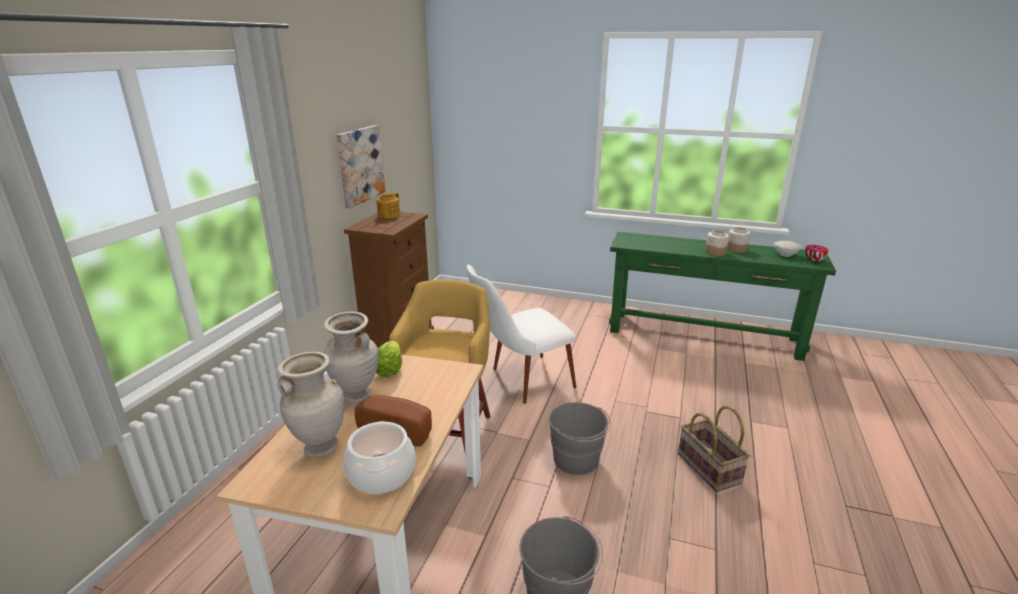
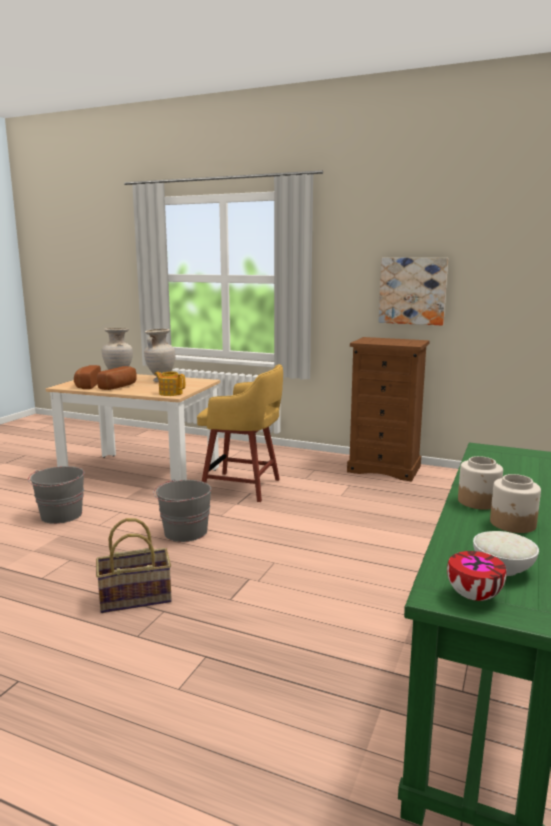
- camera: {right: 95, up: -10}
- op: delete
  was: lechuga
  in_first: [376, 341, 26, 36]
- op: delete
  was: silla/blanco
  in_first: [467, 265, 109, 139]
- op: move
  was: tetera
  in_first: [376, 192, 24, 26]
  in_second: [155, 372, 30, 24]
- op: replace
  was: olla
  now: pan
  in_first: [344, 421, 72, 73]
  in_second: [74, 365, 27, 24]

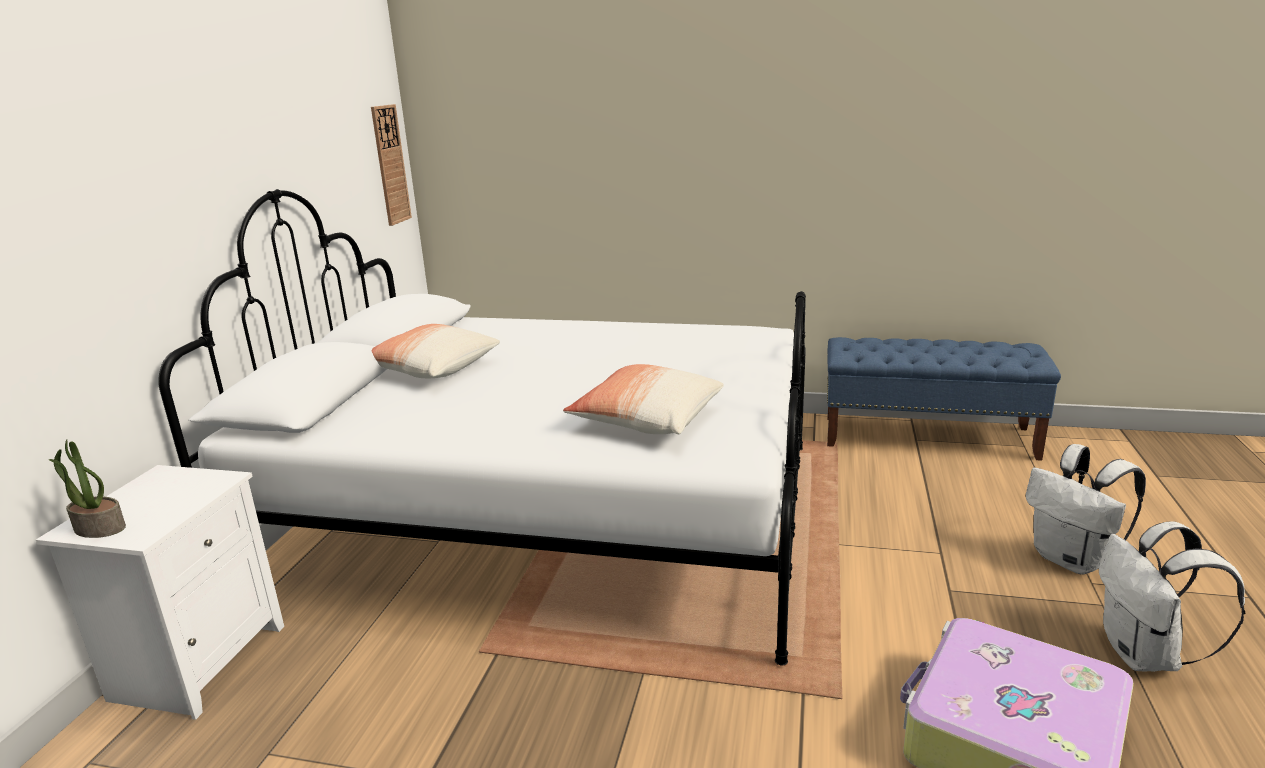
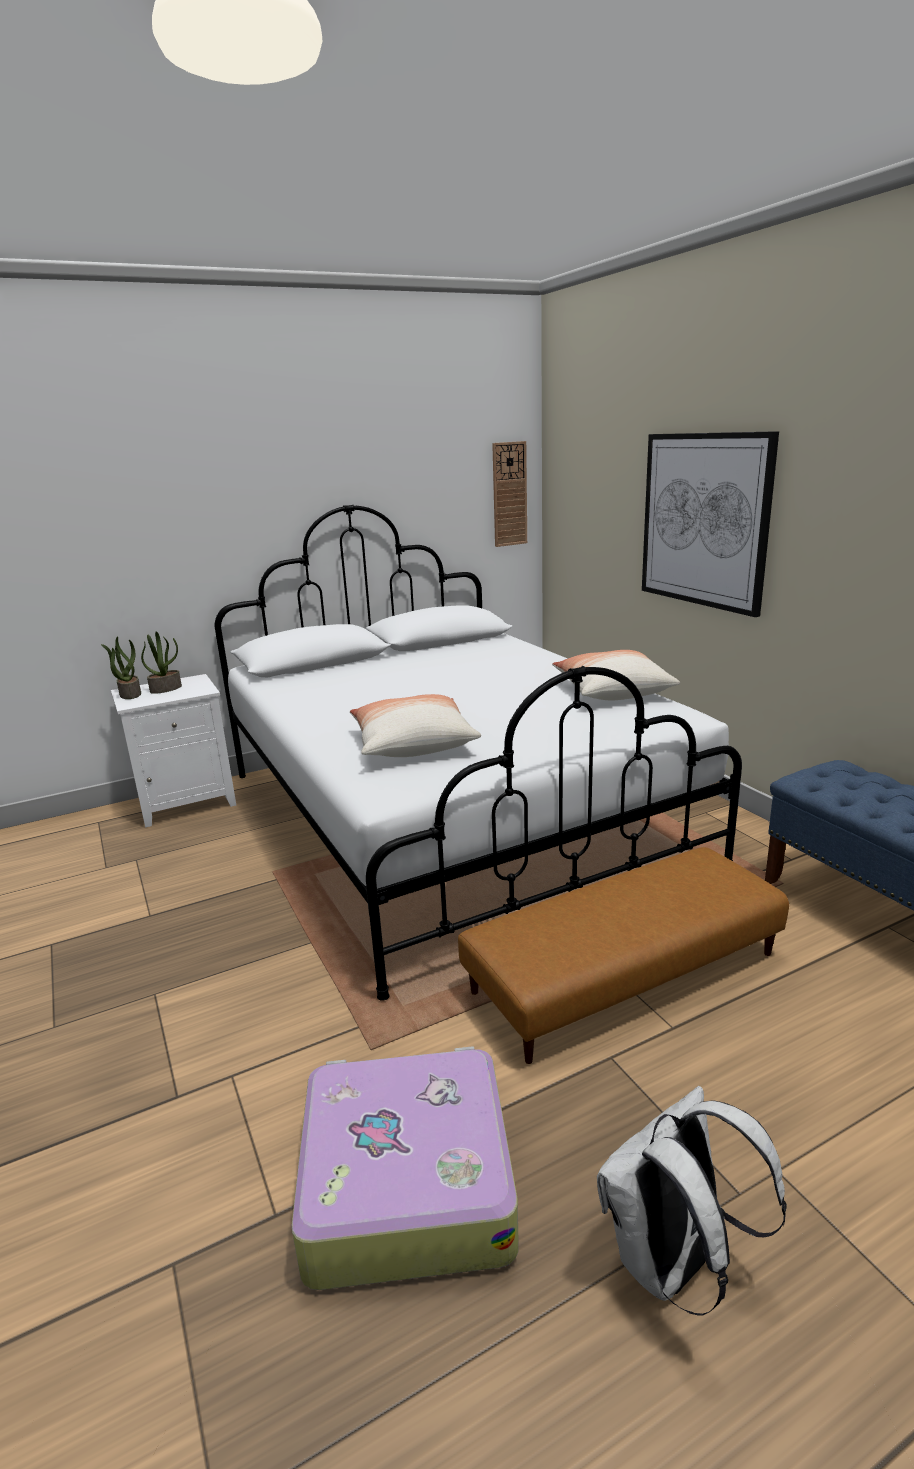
- camera: {right: 50, up: 0}
- op: delete
  was: mochila/blanco
  in_first: [1026, 444, 120, 130]
- op: insert
  now: planta en maceta
  in_second: [141, 631, 41, 63]
- op: insert
  now: puf/marrón
  in_second: [458, 847, 331, 217]
- op: insert
  now: cuadro
  in_second: [642, 431, 137, 186]
- op: move
  was: cojín
  in_first: [372, 324, 128, 54]
  in_second: [552, 650, 128, 50]

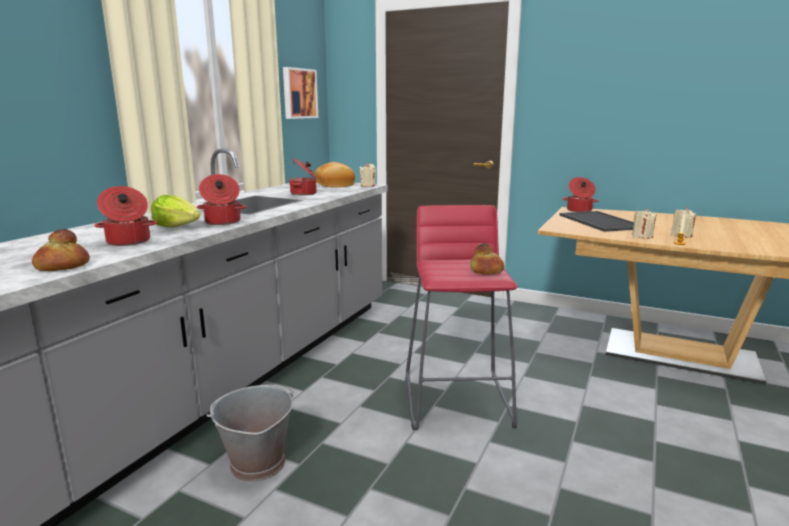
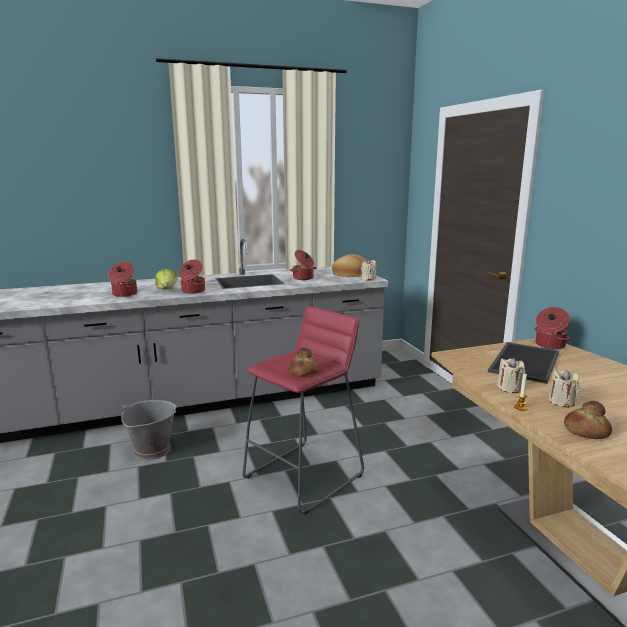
- camera: {right: 45, up: 0}
- op: delete
  was: cuadro
  in_first: [283, 67, 35, 52]
- op: move
  was: pan
  in_first: [32, 229, 58, 42]
  in_second: [564, 401, 48, 38]

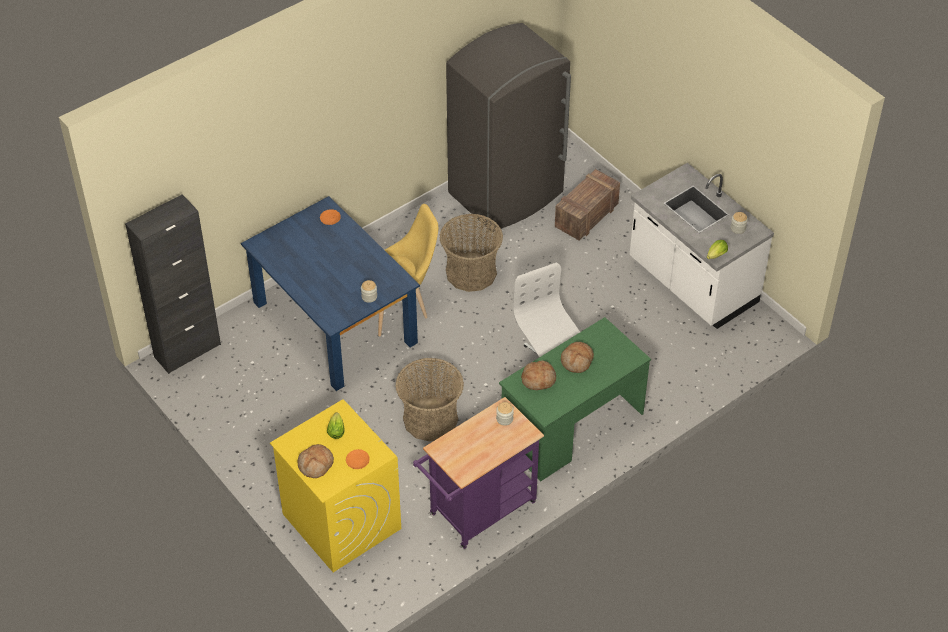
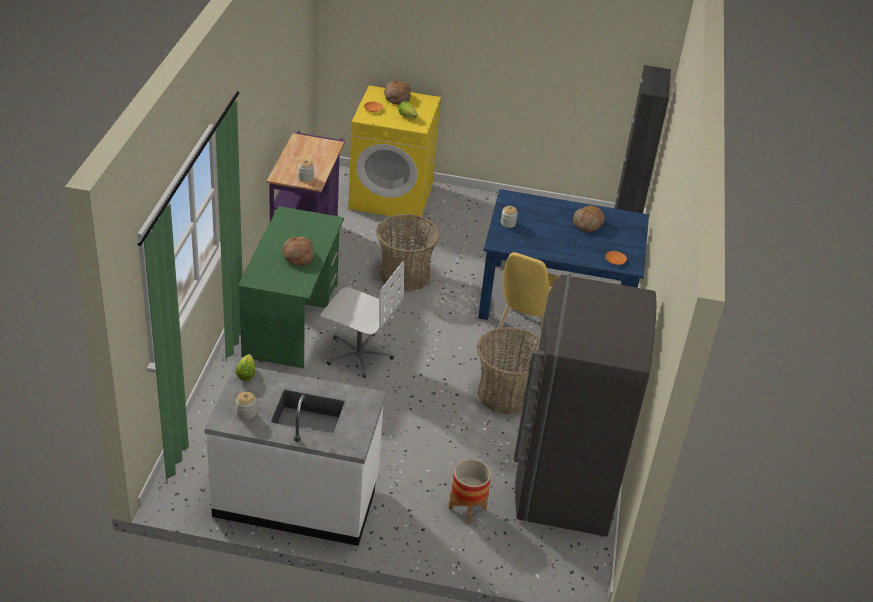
- camera: {right: 135, up: -10}
- op: move
  was: pan
  in_first: [521, 361, 35, 29]
  in_second: [573, 205, 32, 27]
- op: replace
  was: caja de embalaje
  now: maceta
  in_first: [555, 169, 65, 71]
  in_second: [449, 459, 42, 64]

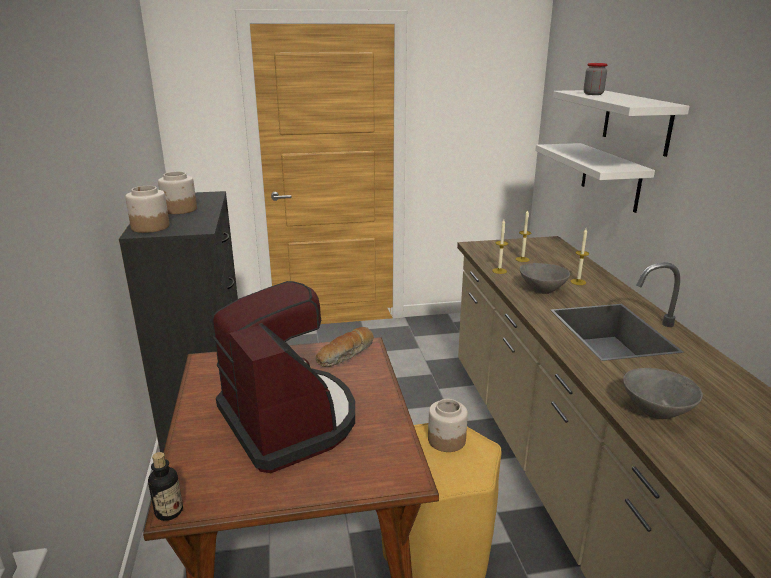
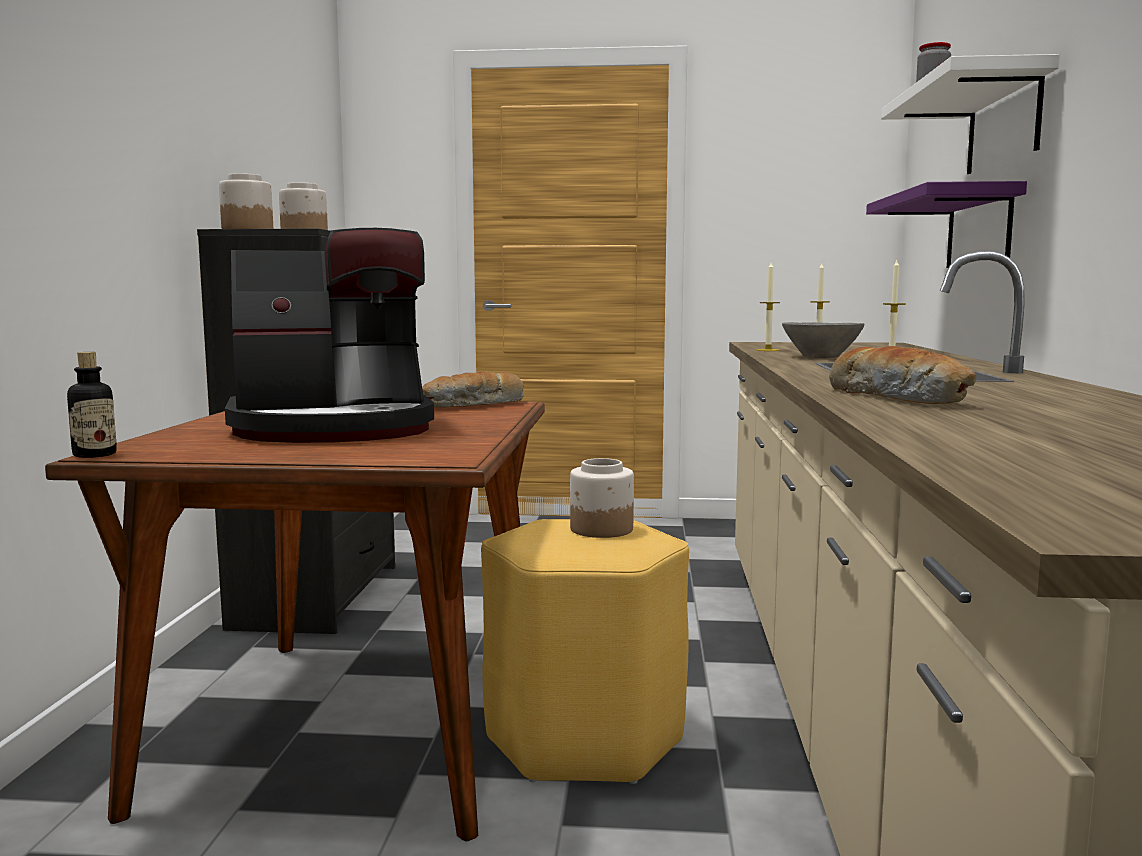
- camera: {right: 15, up: -15}
- op: replace
  was: cuenco/gris
  now: pan
  in_first: [623, 368, 80, 51]
  in_second: [829, 346, 147, 58]
- op: recolor
  was: estante/blanco
  now: estante/morado
  in_first: [535, 143, 120, 70]
  in_second: [866, 181, 161, 87]
- op: rotate
  was: cafetera
  in_first: [212, 281, 143, 192]
  in_second: [225, 228, 209, 215]
  clockwise: 90

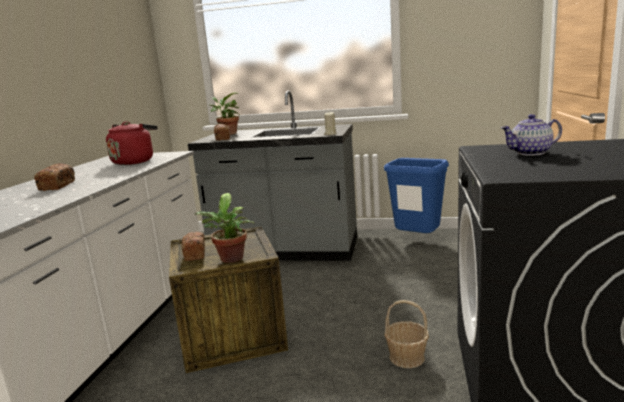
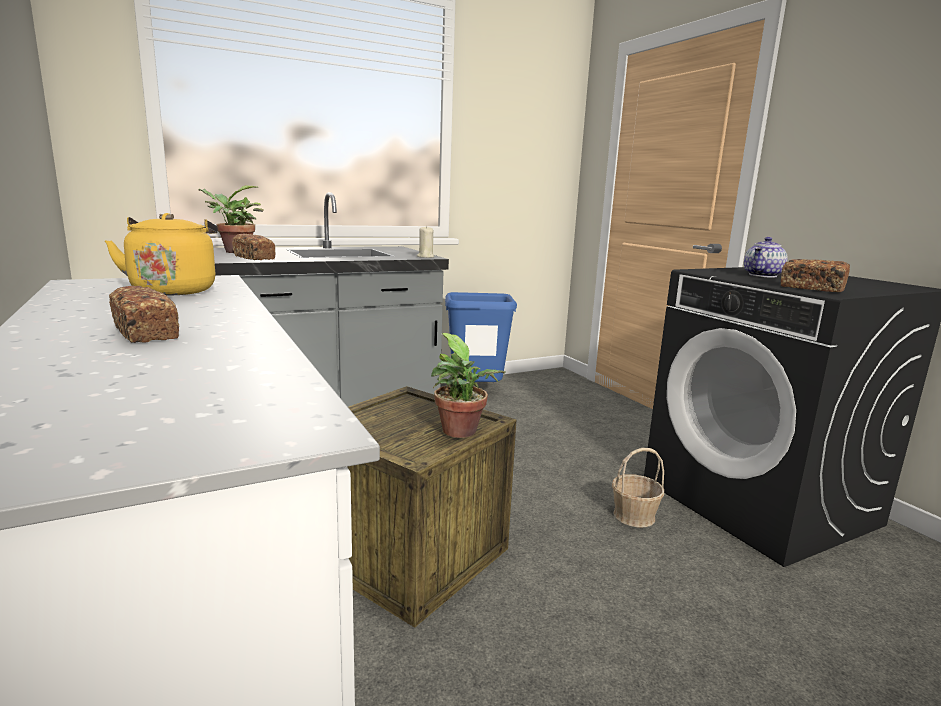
- camera: {right: -40, up: 0}
- op: move
  was: pan
  in_first: [182, 232, 23, 29]
  in_second: [781, 259, 69, 33]
- op: recolor
  was: hervidor/rojo
  now: hervidor/amarillo
  in_first: [106, 121, 52, 44]
  in_second: [105, 213, 113, 82]

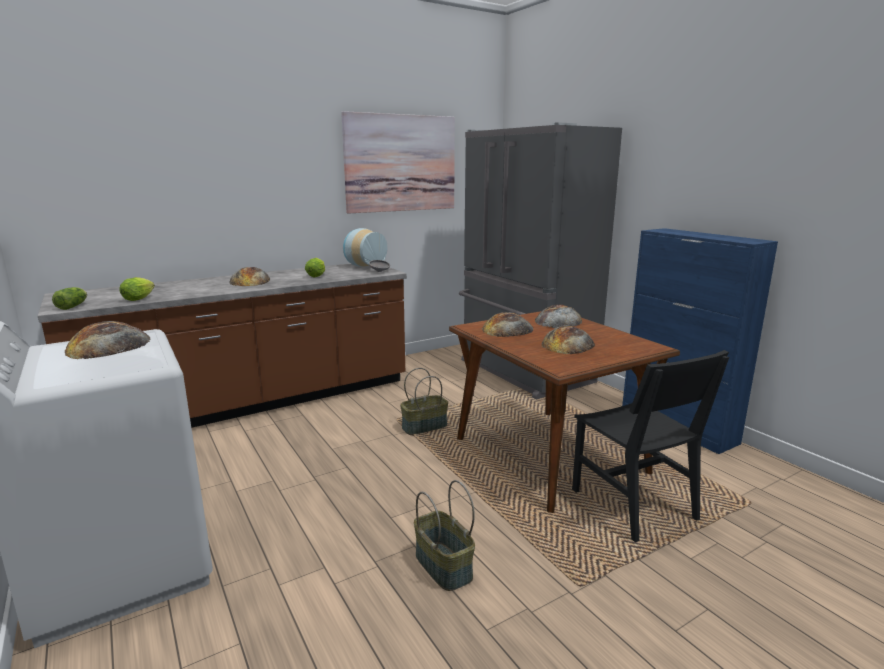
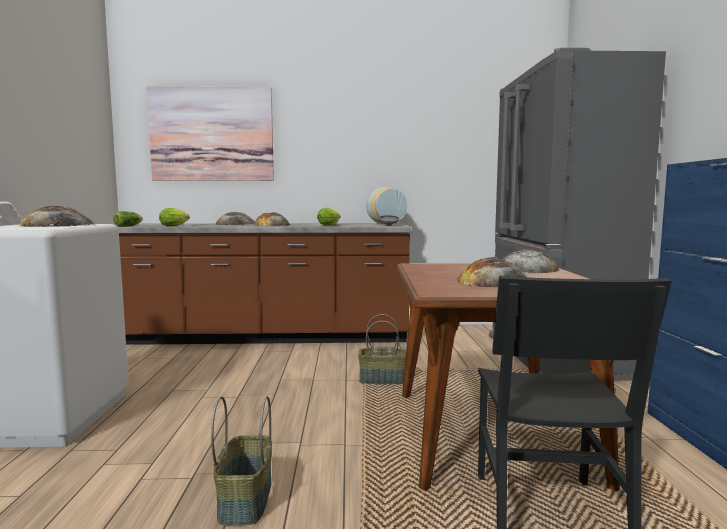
- camera: {right: 30, up: -10}
- op: move
  was: cuadro
  in_first: [341, 111, 114, 103]
  in_second: [147, 86, 127, 95]
- op: move
  was: pan
  in_first: [481, 312, 52, 25]
  in_second: [216, 212, 39, 13]

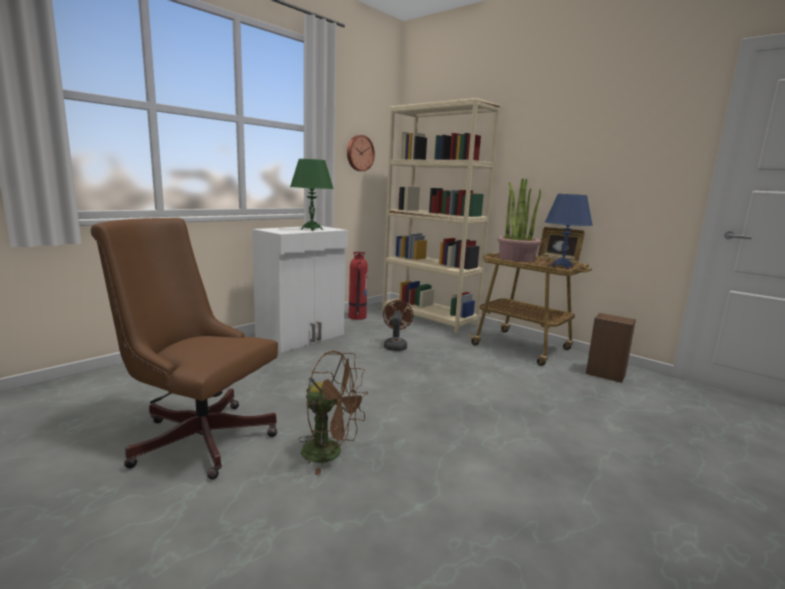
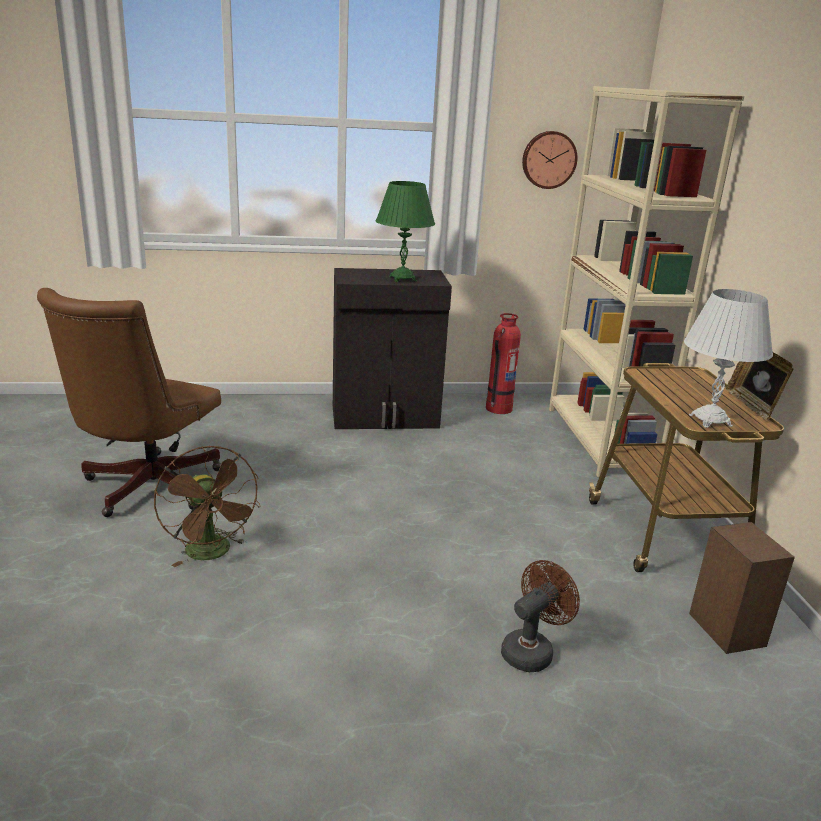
- camera: {right: 40, up: 10}
- op: delete
  was: planta en maceta
  in_first: [498, 178, 43, 84]
- op: move
  was: ventilador/marrón
  in_first: [383, 300, 30, 51]
  in_second: [501, 560, 79, 112]
- op: recolor
  was: armario/blanco
  now: armario/negro
  in_first: [252, 226, 96, 127]
  in_second: [333, 268, 119, 161]
- op: recolor
  was: lámpara de mesa/azul
  now: lámpara de mesa/blanco
  in_first: [545, 194, 48, 75]
  in_second: [684, 289, 89, 139]
- op: rotate
  was: silla de oficina/marrón
  in_first: [91, 218, 187, 261]
  in_second: [37, 288, 184, 229]
  clockwise: -135

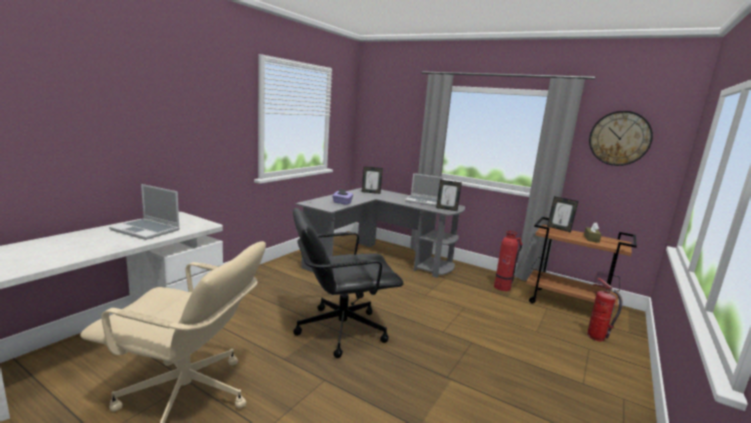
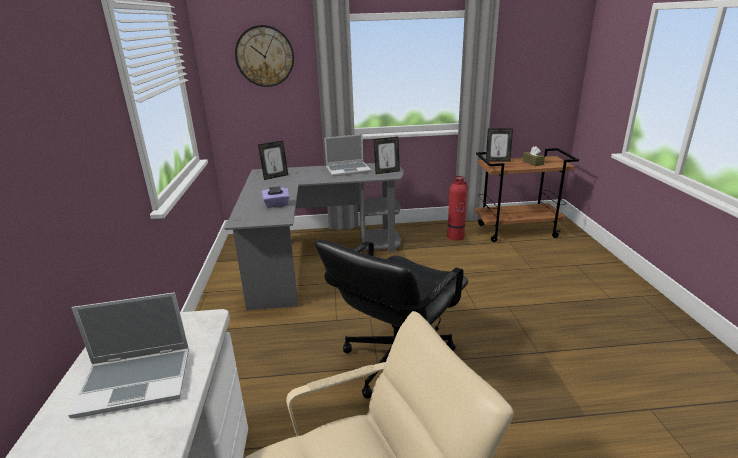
- camera: {right: -35, up: 10}
- op: delete
  was: extintor
  in_first: [587, 278, 35, 63]
- op: move
  was: reloj de pared
  in_first: [589, 111, 64, 55]
  in_second: [235, 25, 59, 62]

